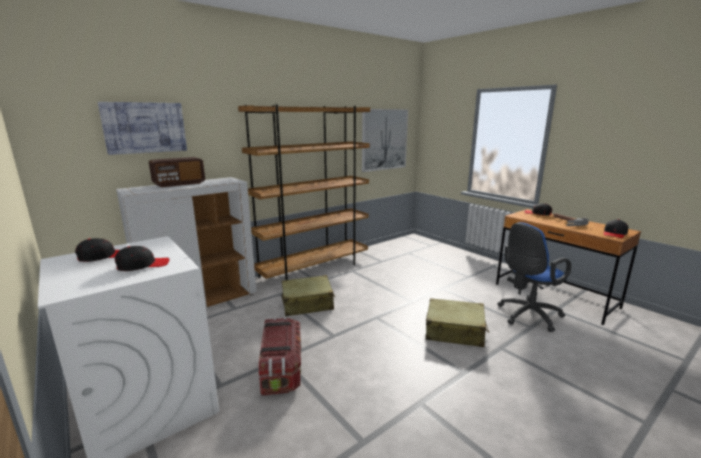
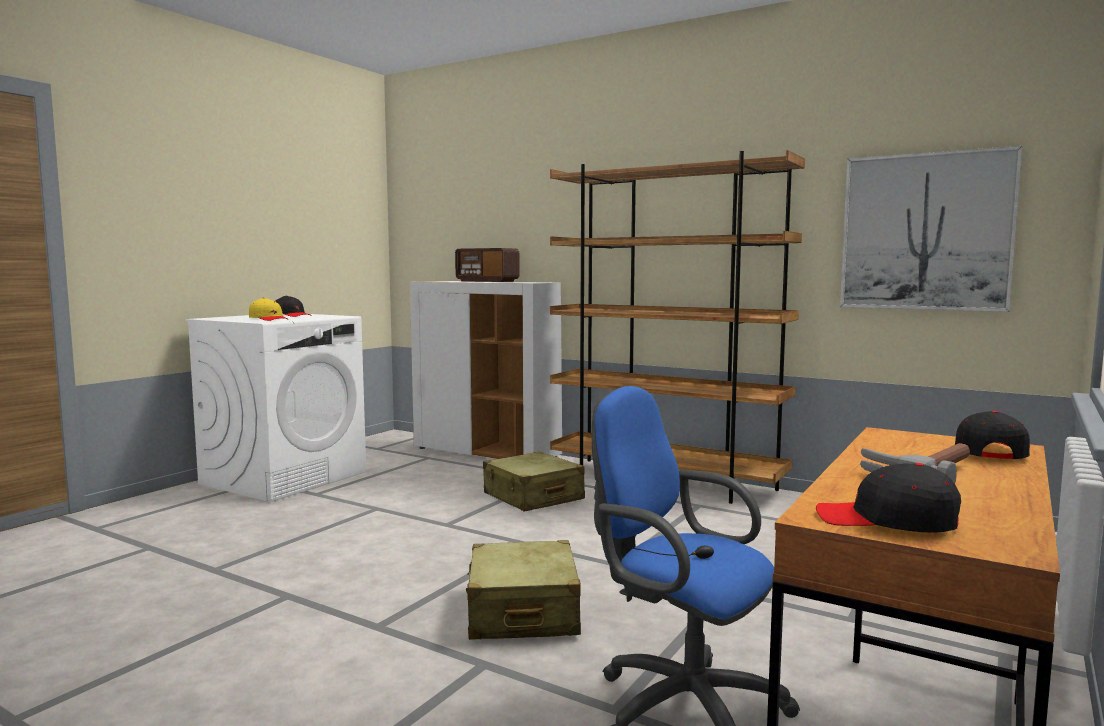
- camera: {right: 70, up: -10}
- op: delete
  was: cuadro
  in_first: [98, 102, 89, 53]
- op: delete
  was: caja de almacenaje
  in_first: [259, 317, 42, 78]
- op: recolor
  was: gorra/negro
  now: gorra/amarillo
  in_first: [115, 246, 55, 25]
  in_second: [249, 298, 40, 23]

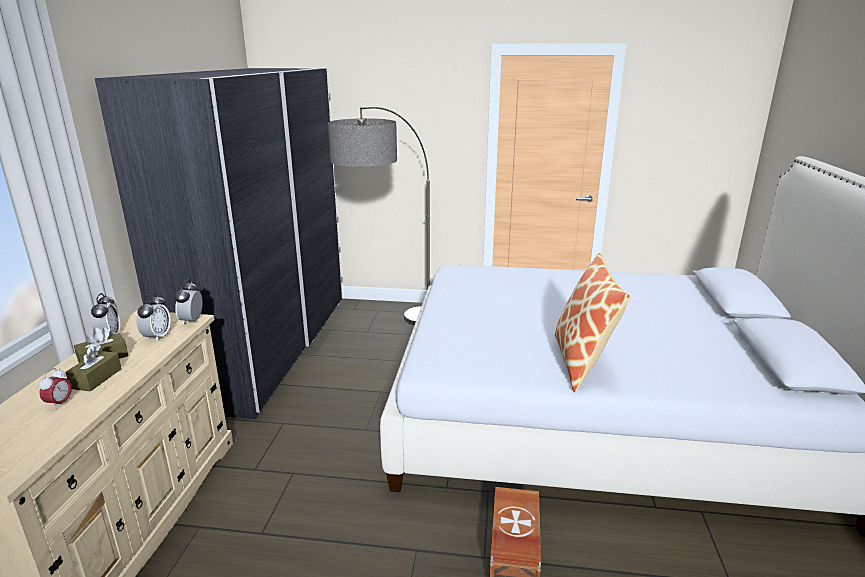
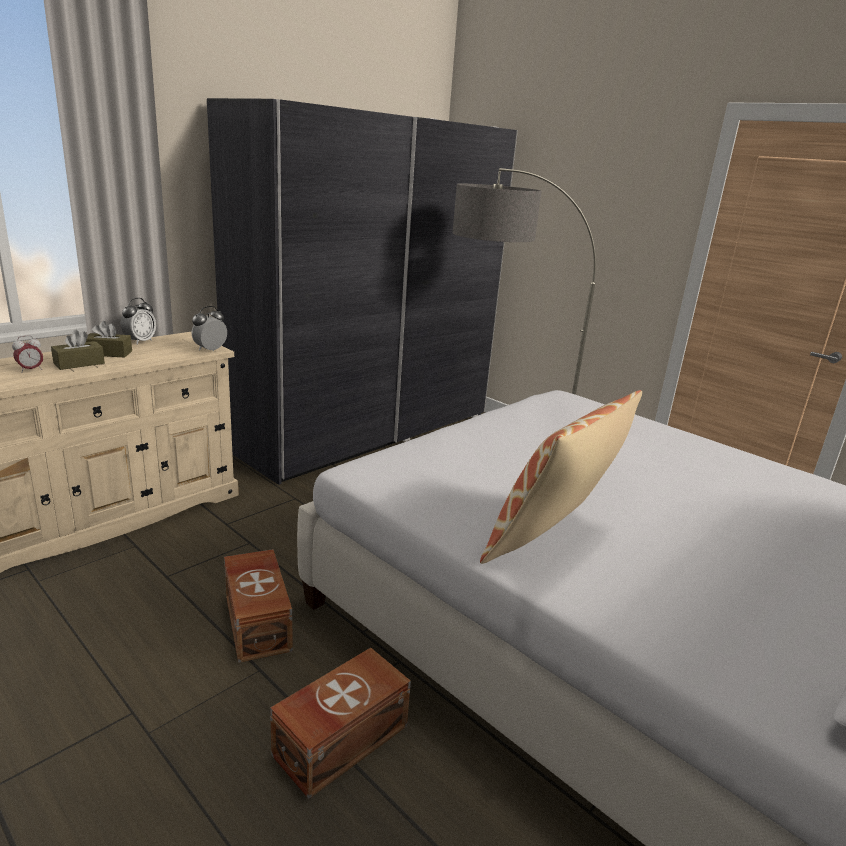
- camera: {right: 35, up: 0}
- op: delete
  was: despertador
  in_first: [136, 293, 35, 49]
- op: insert
  now: caja de almacenaje/marrón
  in_second: [224, 549, 69, 114]

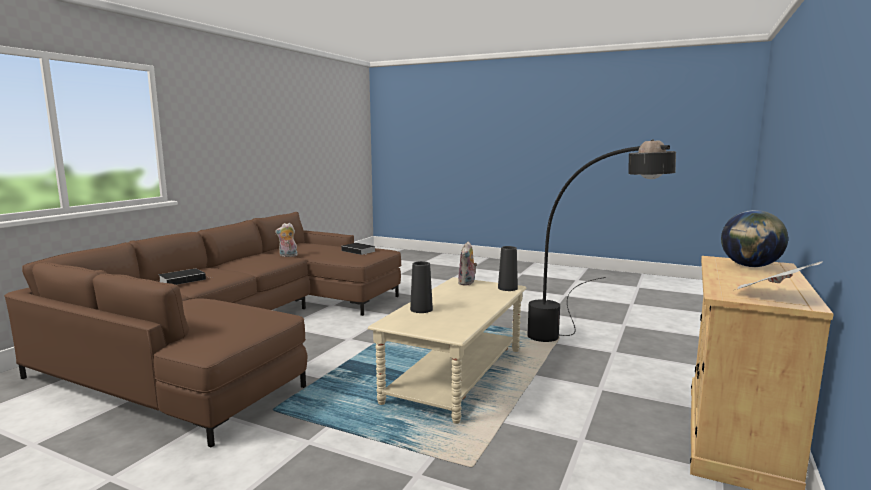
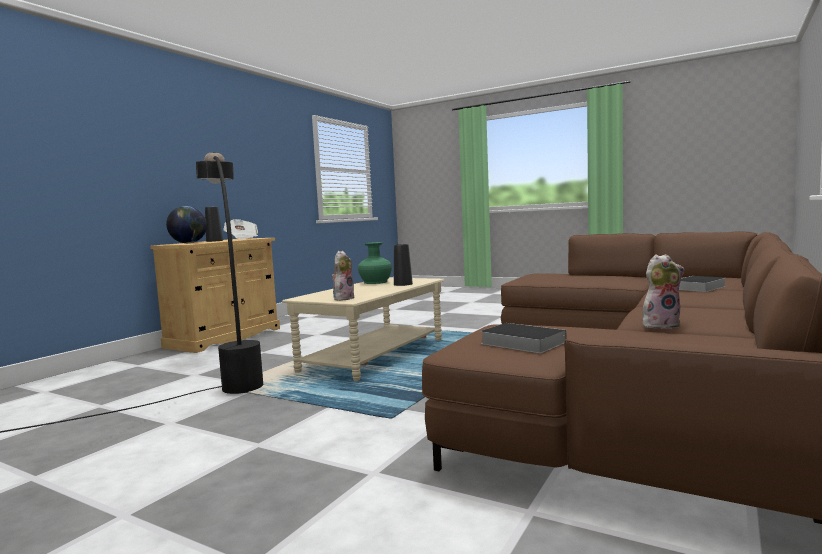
- camera: {right: -175, up: -5}
- op: insert
  now: florero/verde
  in_second: [358, 242, 34, 42]
- op: move
  was: florero/negro
  in_first: [498, 246, 20, 45]
  in_second: [205, 207, 18, 35]

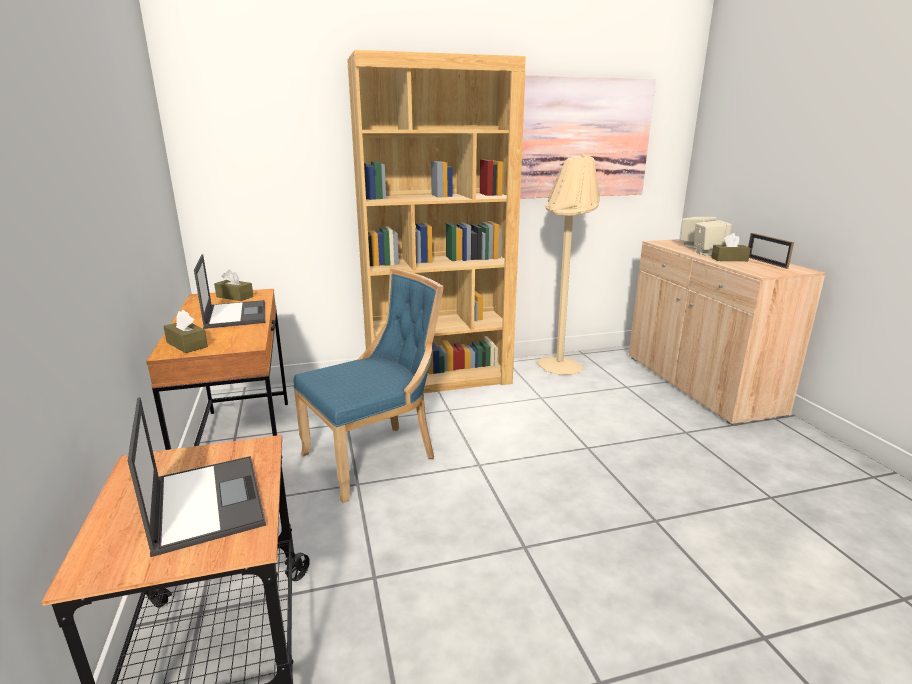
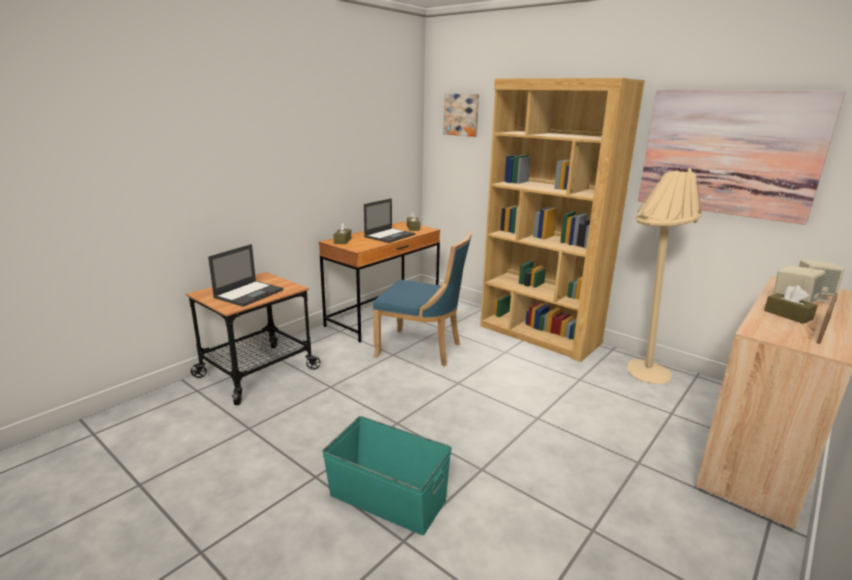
- camera: {right: 55, up: 0}
- op: insert
  now: caja de almacenaje/turquesa
  in_second: [322, 416, 130, 119]
- op: insert
  now: cuadro
  in_second: [443, 93, 36, 44]

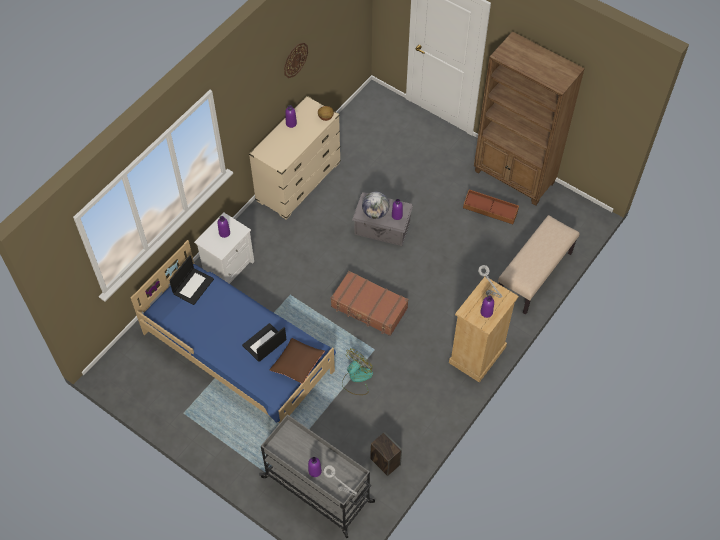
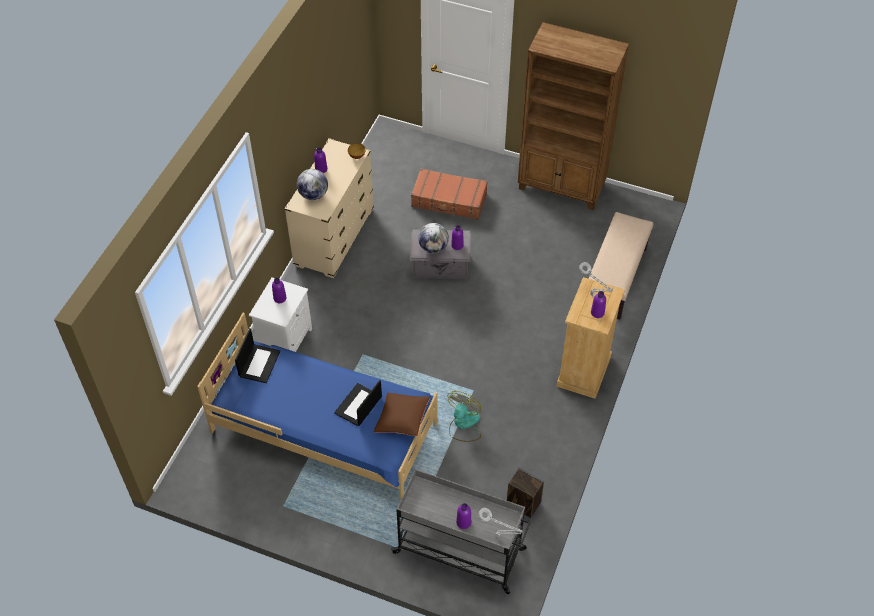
- camera: {right: -15, up: -5}
- op: delete
  was: reloj de pared
  in_first: [284, 43, 24, 35]
- op: delete
  was: caja de almacenaje/marrón
  in_first: [463, 189, 56, 35]
- op: insert
  now: globo terráqueo
  in_second: [297, 169, 31, 31]
- op: move
  was: maleta/marrón
  in_first: [331, 271, 78, 65]
  in_second: [411, 168, 77, 52]

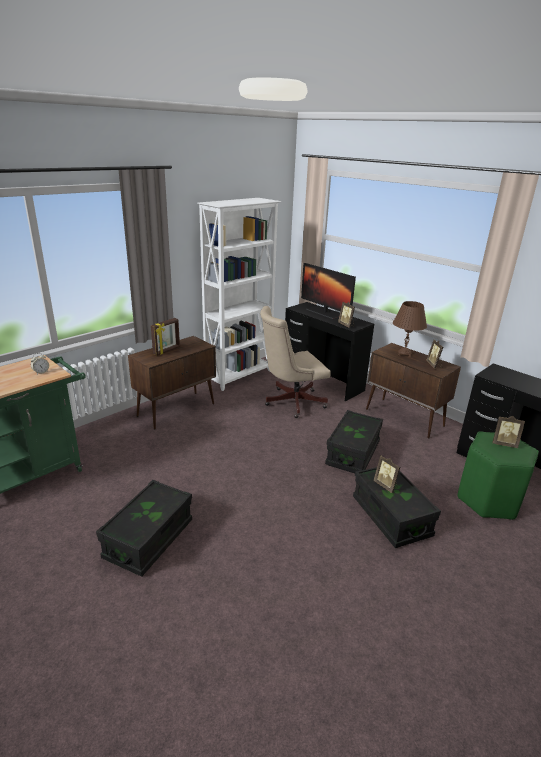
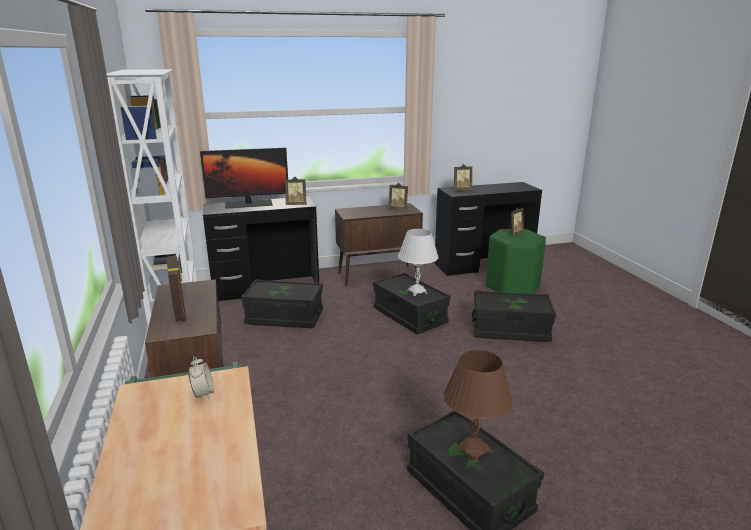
- camera: {right: -60, up: -5}
- op: insert
  now: lámpara de mesa/blanco
  in_second: [398, 229, 41, 67]
- op: move
  was: portarretratos
  in_first: [373, 455, 27, 38]
  in_second: [454, 164, 18, 26]
- op: move
  was: lámpara de mesa/marrón
  in_first: [393, 301, 34, 56]
  in_second: [444, 350, 69, 112]
- op: replace
  was: silla de oficina/beis
  now: caja de almacenaje/negro
  in_first: [260, 306, 71, 112]
  in_second: [241, 280, 82, 48]

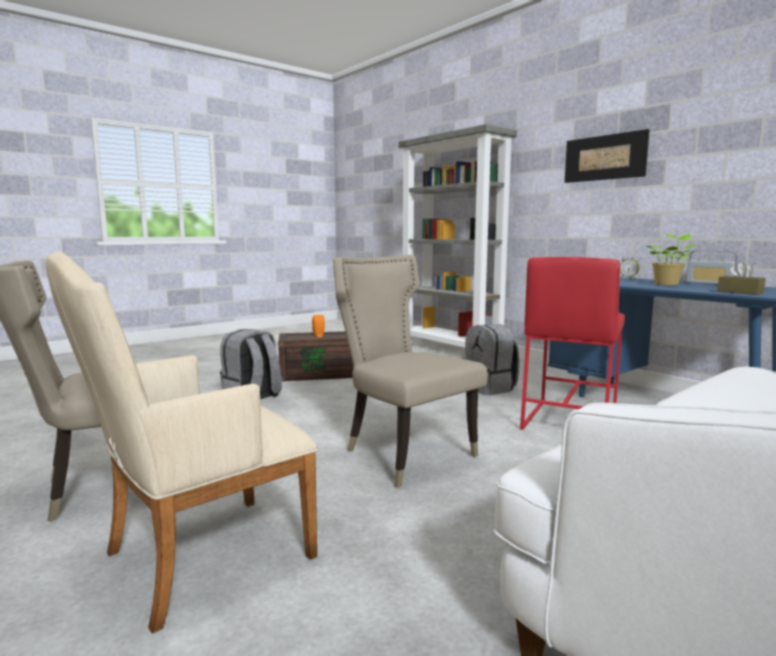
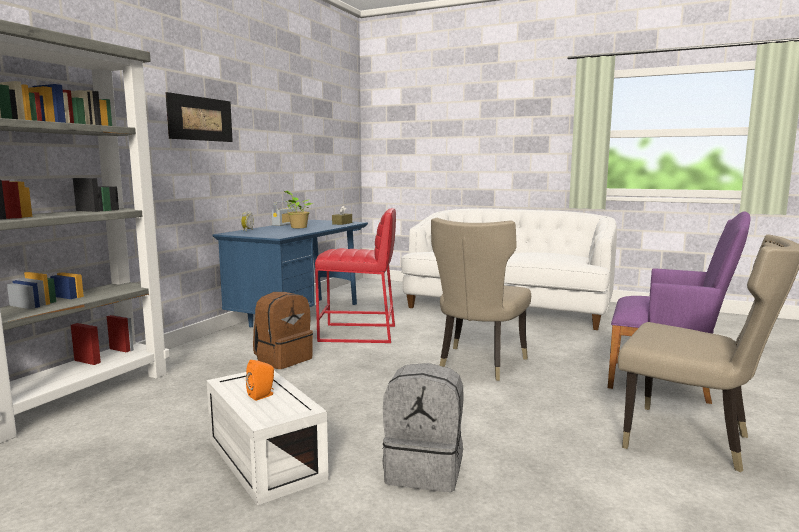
- camera: {right: -115, up: 0}
- op: recolor
  was: sillón/beis
  now: sillón/morado
  in_first: [45, 252, 273, 381]
  in_second: [608, 211, 143, 193]
- op: recolor
  was: caja de almacenaje/marrón
  now: caja de almacenaje/blanco
  in_first: [278, 331, 76, 50]
  in_second: [207, 371, 122, 135]
- op: recolor
  was: mochila/gris
  now: mochila/marrón
  in_first: [465, 324, 54, 71]
  in_second: [253, 292, 60, 77]

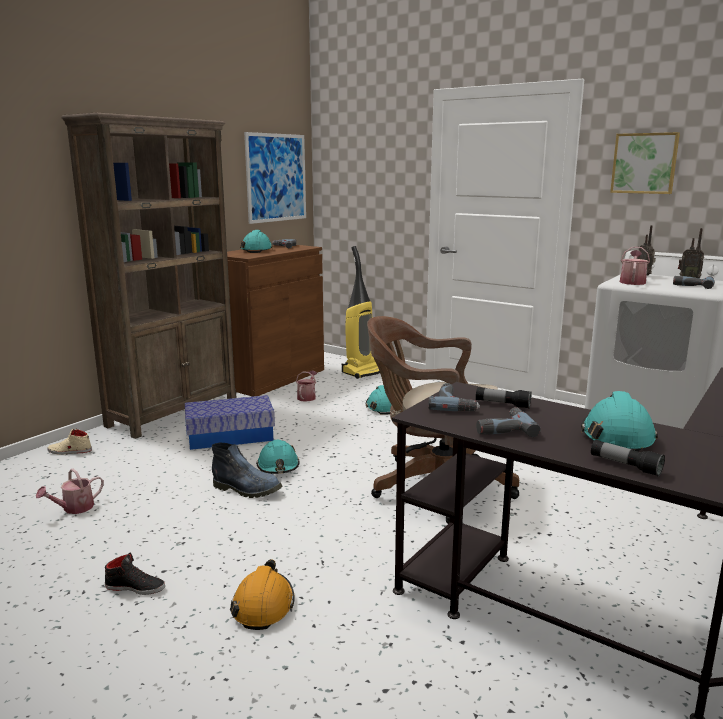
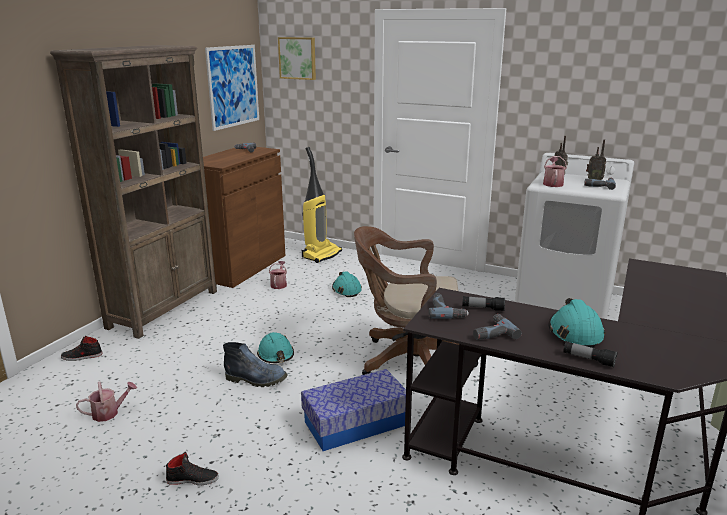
- camera: {right: -10, up: 5}
- op: delete
  was: casco/naranja
  in_first: [230, 559, 65, 71]
- op: delete
  was: casco/turquesa
  in_first: [240, 230, 33, 23]
- op: move
  was: caja de almacenaje
  in_first: [185, 395, 90, 55]
  in_second: [301, 369, 105, 82]
- op: move
  was: cuadro
  in_first: [610, 132, 70, 62]
  in_second: [278, 37, 38, 43]
- op: recolor
  was: zapato/beis
  now: zapato/negro
  in_first: [47, 429, 45, 26]
  in_second: [61, 336, 41, 25]
- op: rotate
  was: regadera
  in_first: [36, 469, 68, 45]
  in_second: [76, 381, 61, 41]
  clockwise: -150

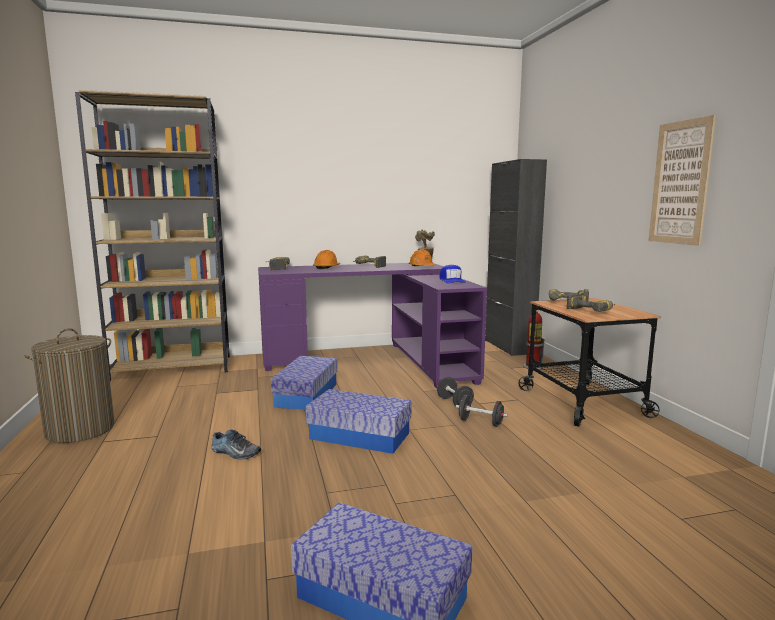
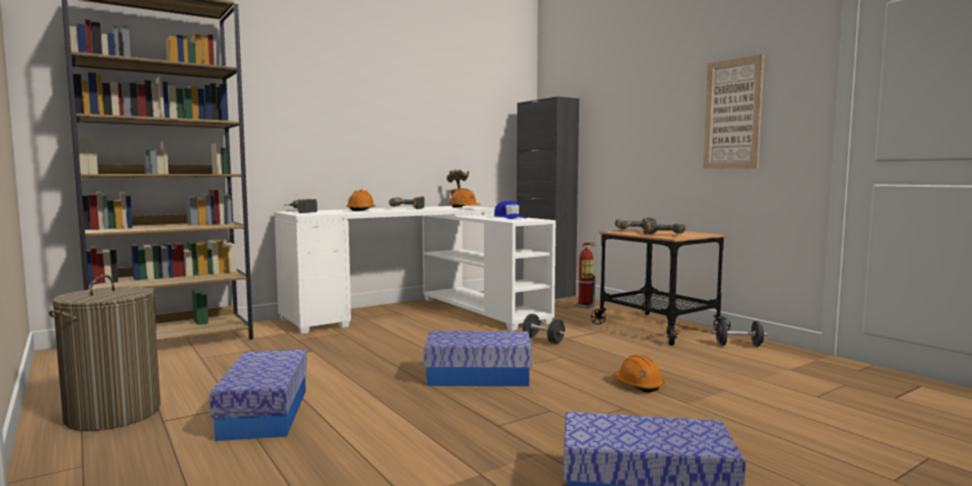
- camera: {right: -20, up: -5}
- op: delete
  was: zapato
  in_first: [211, 429, 50, 31]
- op: insert
  now: casco/naranja
  in_second: [613, 355, 51, 37]
- op: move
  was: caja de almacenaje
  in_first: [271, 356, 66, 54]
  in_second: [209, 350, 98, 91]
- op: move
  was: mancuerna/negro
  in_first: [456, 395, 52, 32]
  in_second: [711, 320, 57, 27]
- op: recolor
  was: escritorio/morado
  now: escritorio/blanco
  in_first: [258, 263, 229, 125]
  in_second: [274, 206, 282, 128]

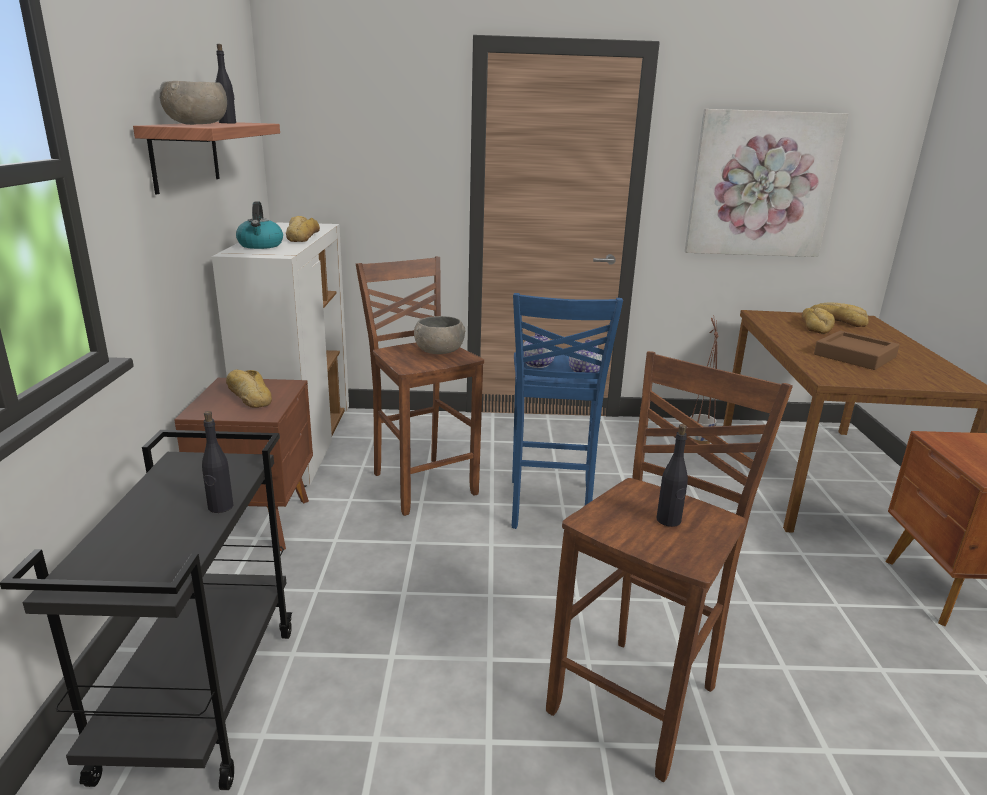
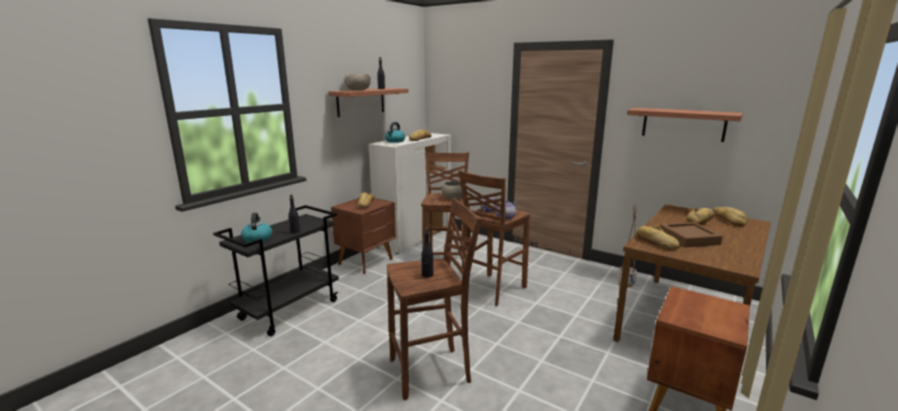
- camera: {right: 35, up: -5}
- op: insert
  now: hervidor
  in_second: [241, 213, 31, 30]
- op: insert
  now: pan
  in_second: [636, 226, 44, 24]
- op: replace
  was: cuadro
  now: estante
  in_first: [685, 109, 164, 148]
  in_second: [627, 108, 116, 34]
- op: recolor
  was: taburete/azul
  now: taburete/marrón
  in_first: [512, 293, 111, 236]
  in_second: [459, 170, 72, 136]

